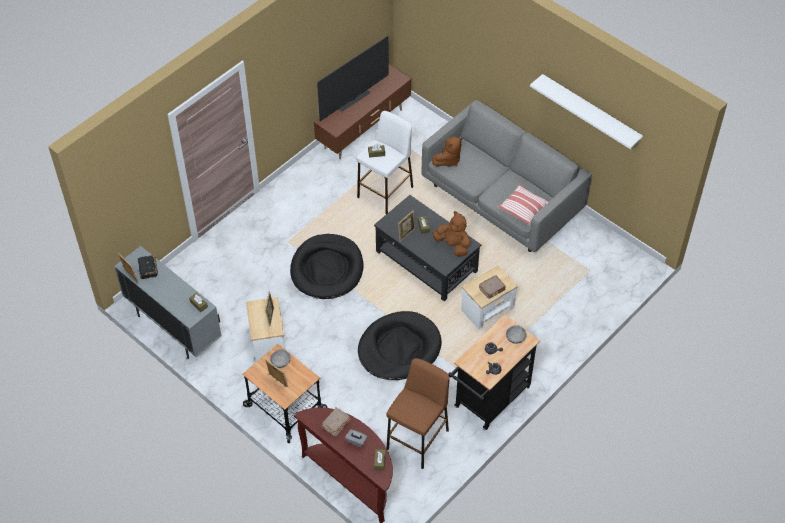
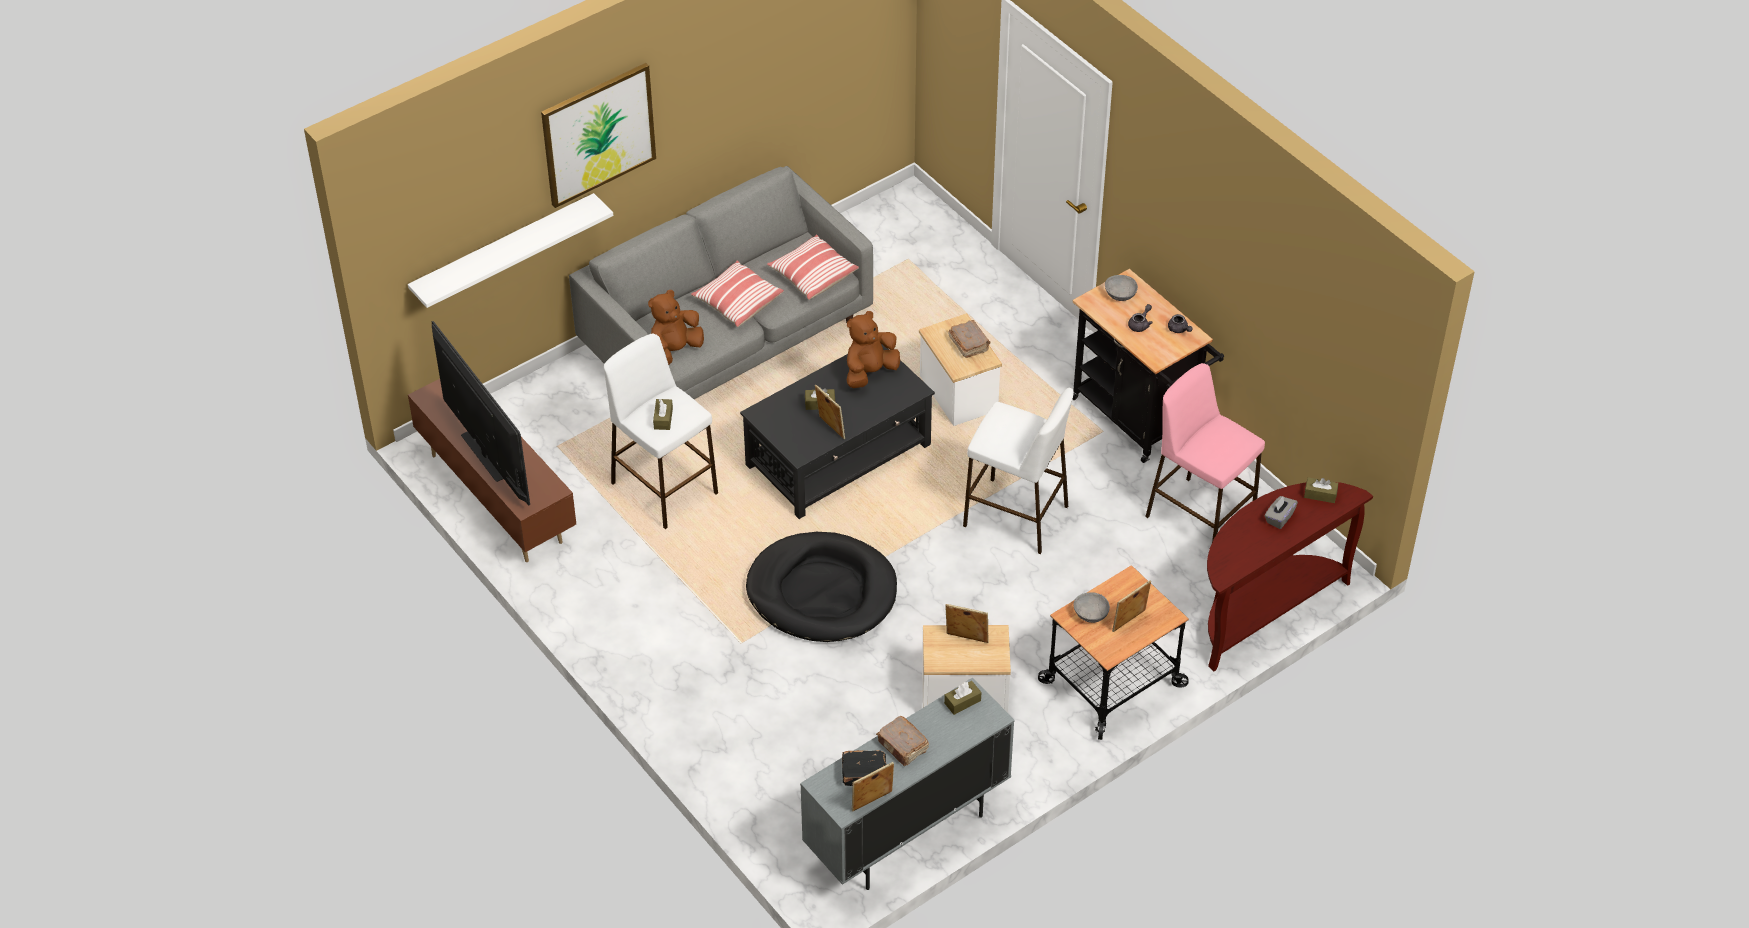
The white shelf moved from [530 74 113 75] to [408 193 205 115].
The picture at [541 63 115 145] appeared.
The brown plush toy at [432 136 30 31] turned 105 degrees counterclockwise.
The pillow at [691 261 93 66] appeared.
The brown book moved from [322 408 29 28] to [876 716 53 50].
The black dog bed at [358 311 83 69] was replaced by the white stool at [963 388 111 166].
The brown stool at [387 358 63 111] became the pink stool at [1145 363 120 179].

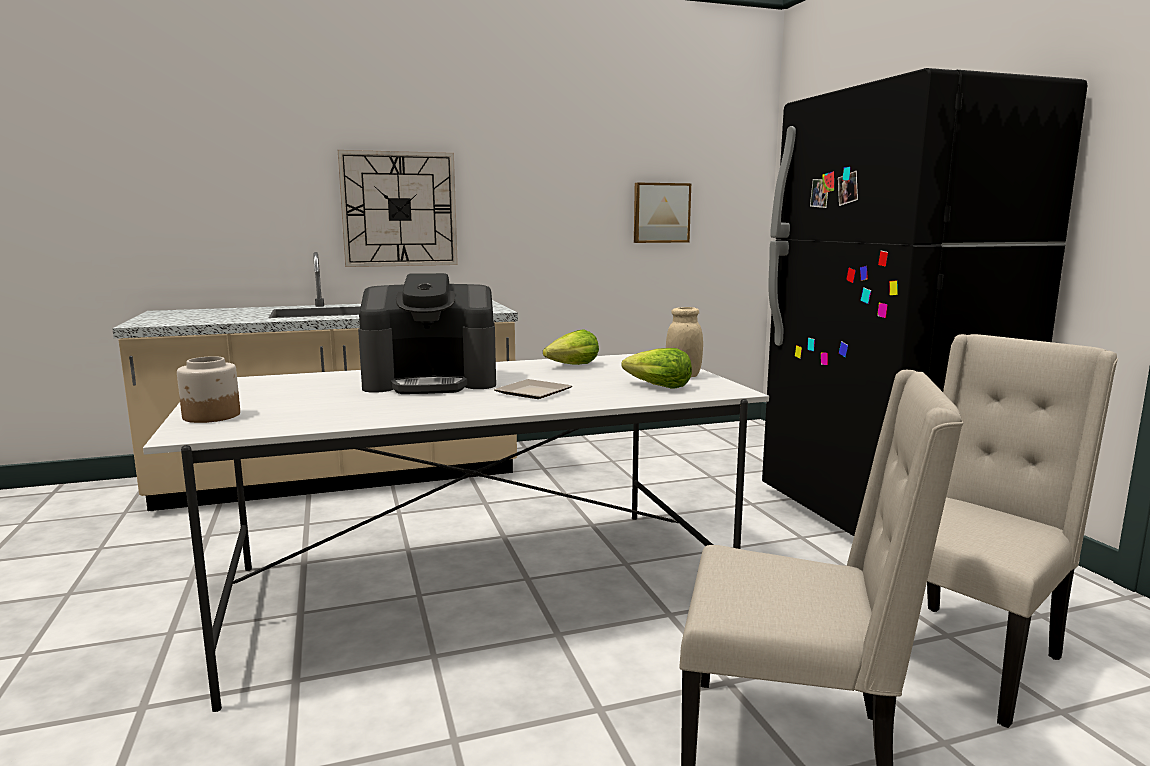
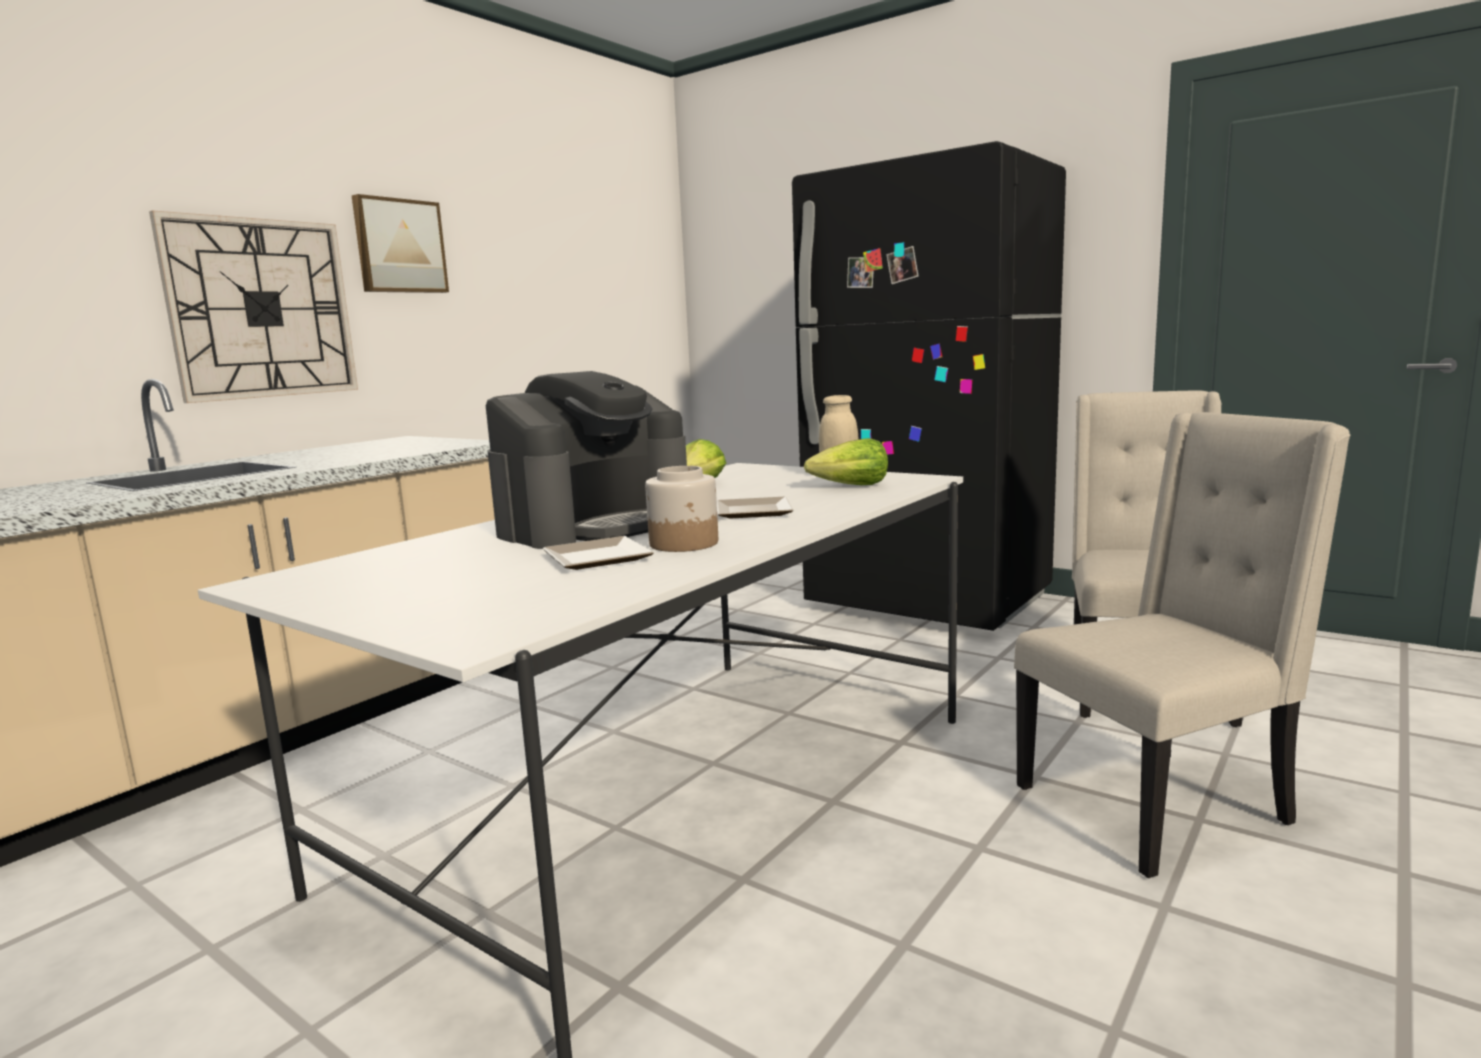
The picture moved from [634 183 57 60] to [352 194 97 99].
The plate at [543 536 111 34] appeared.
The jar moved from [177 356 63 67] to [645 466 73 86].

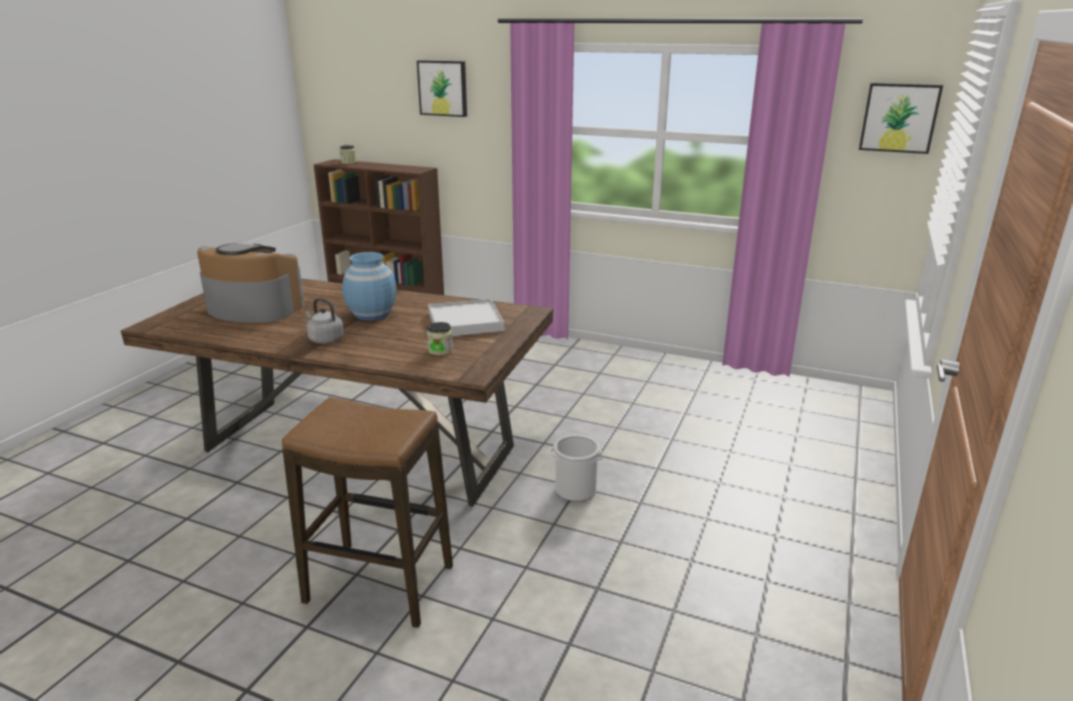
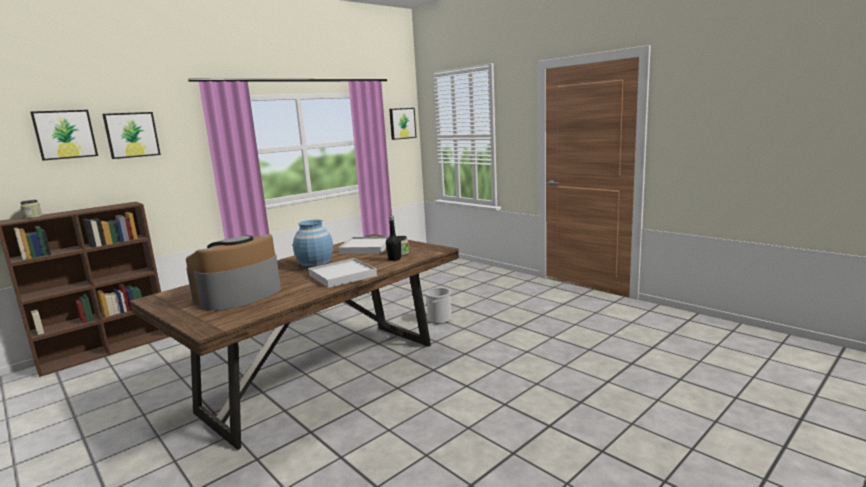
The picture at [30 110 68 50] appeared.
The grey kettle at [306 298 38 46] was replaced by the white tray at [308 258 69 30].
The black bottle at [386 216 15 45] appeared.
The stool at [282 397 171 231] disappeared.

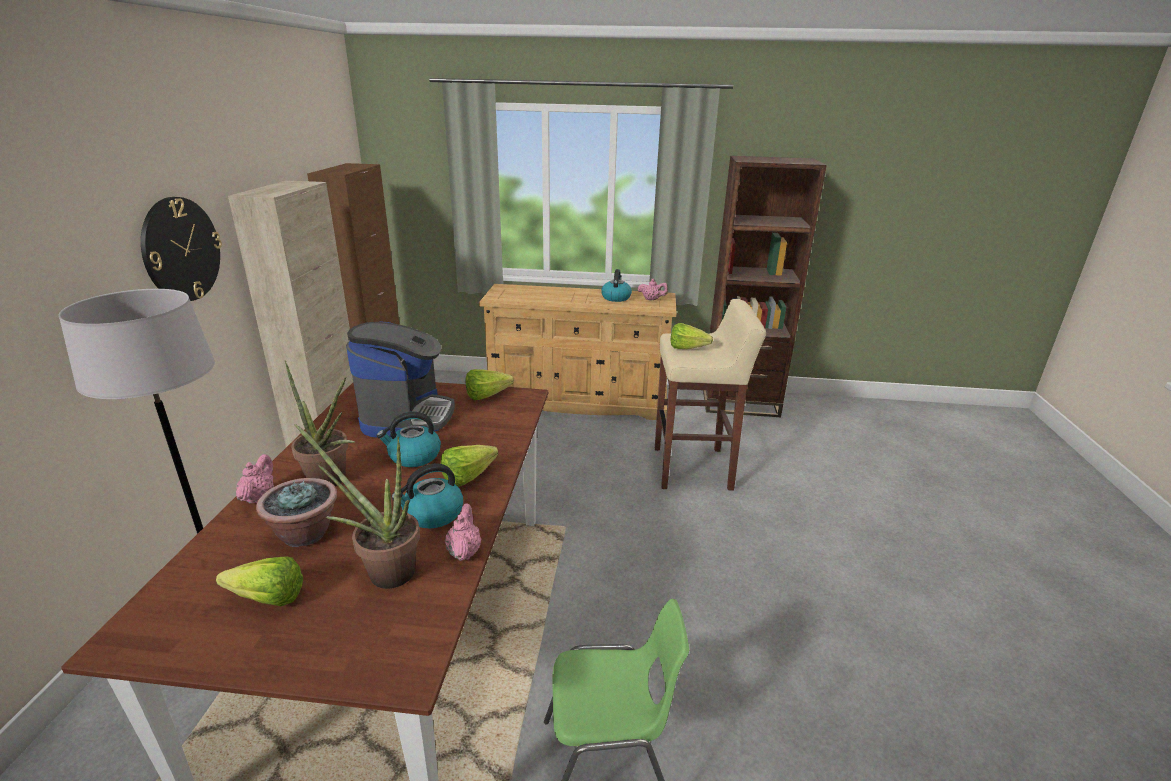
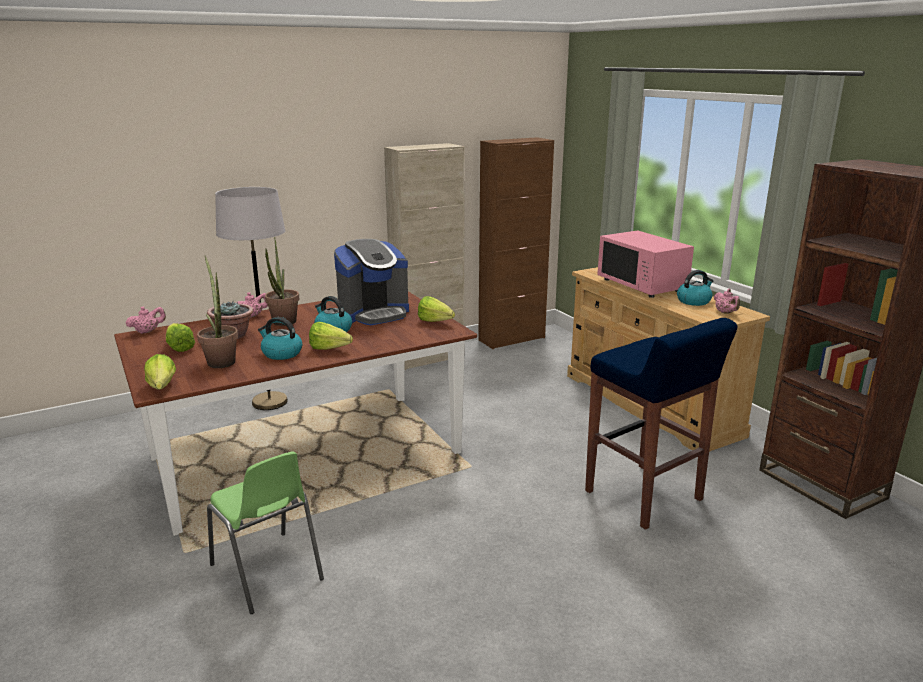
The pink teapot moved from [445 503 36 58] to [125 306 41 28].
The lettuce moved from [671 323 42 26] to [144 354 32 36].
The beige stool at [655 299 111 192] became the blue stool at [585 318 152 212].
The pink microwave at [597 230 97 68] appeared.
The wall clock at [141 197 81 104] disappeared.

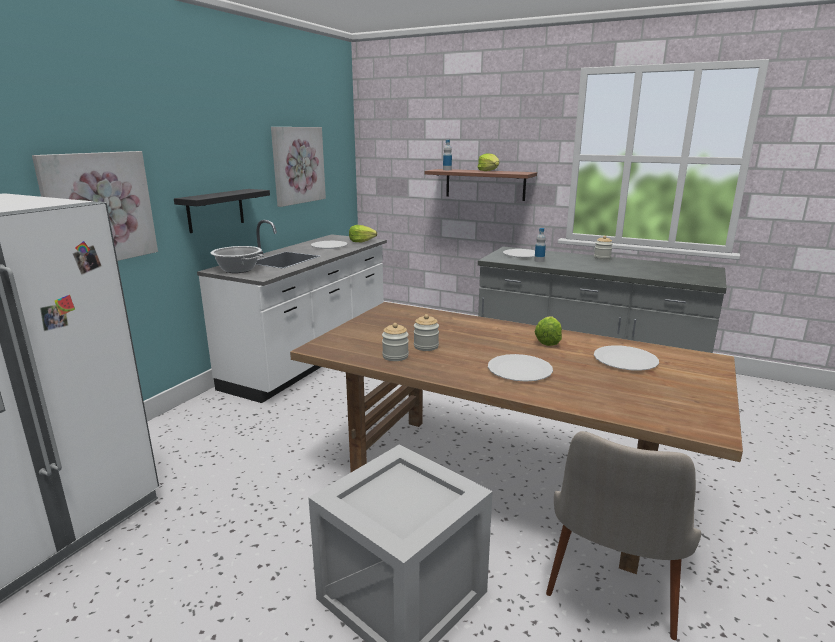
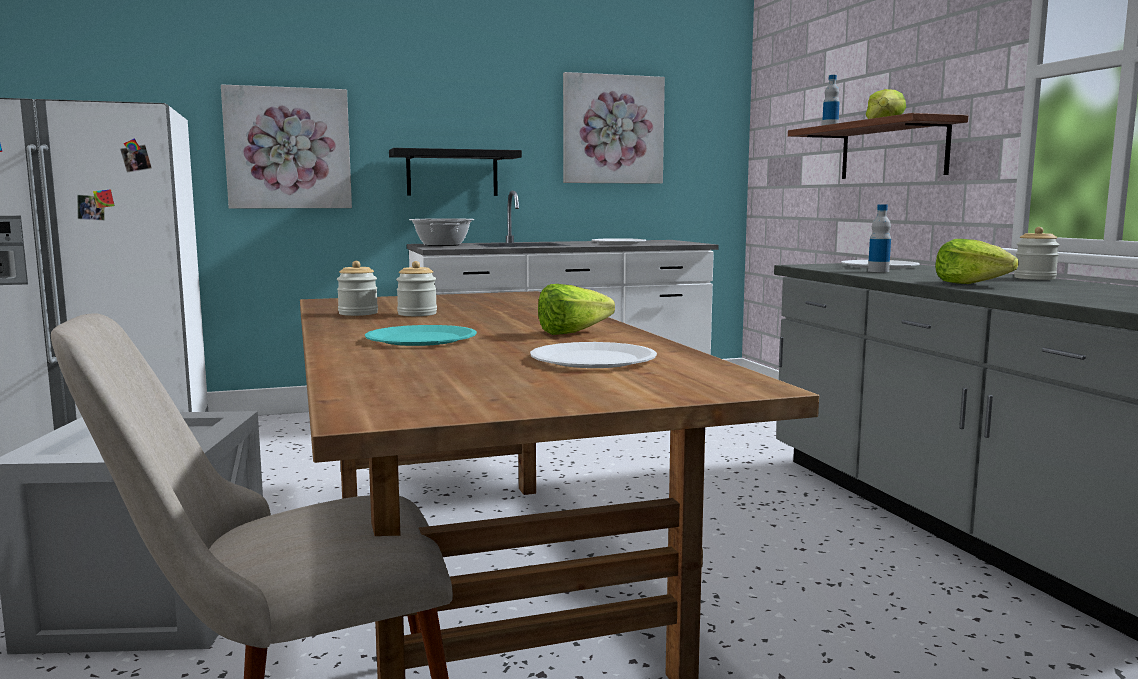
The white plate at [488 354 65 28] became the turquoise plate at [365 325 112 21].
The lettuce moved from [349 225 28 17] to [935 239 84 45].

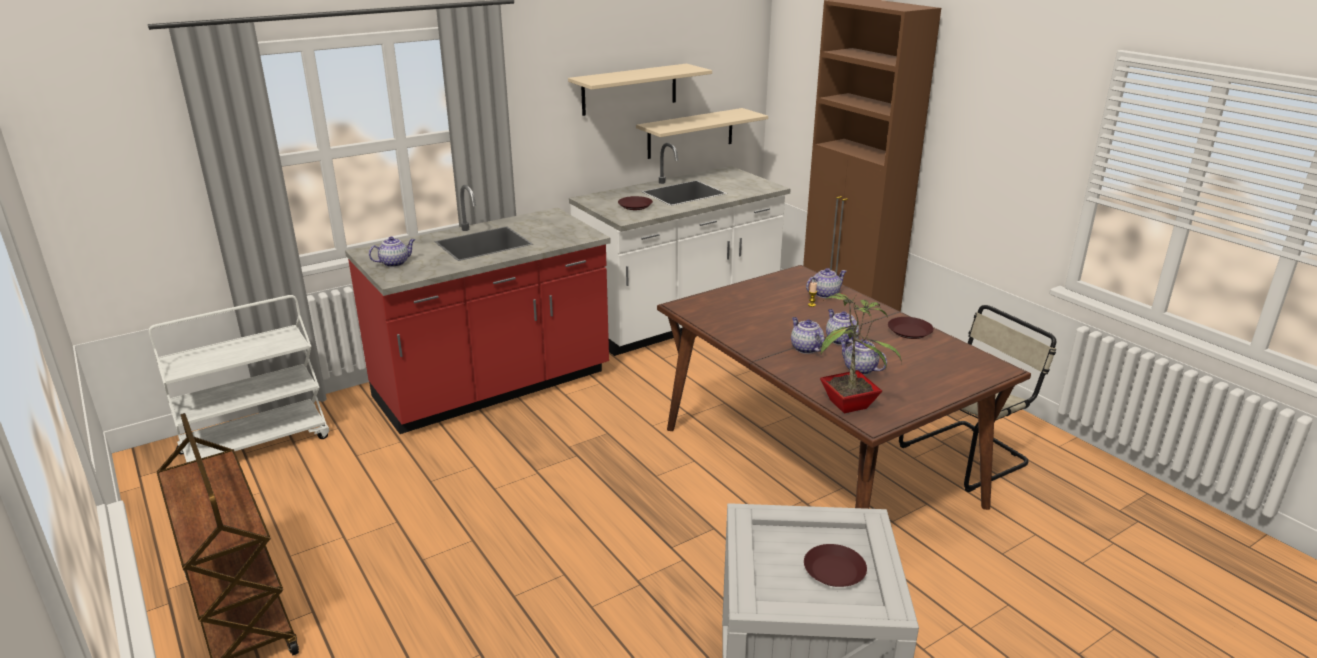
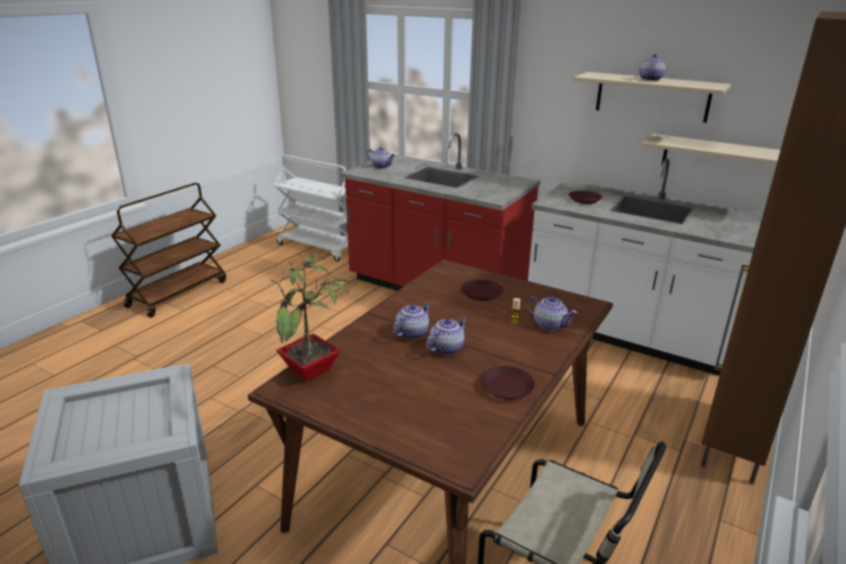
The brown plate moved from [804 544 63 43] to [461 280 42 21].
The teapot moved from [839 338 48 37] to [639 54 27 27].

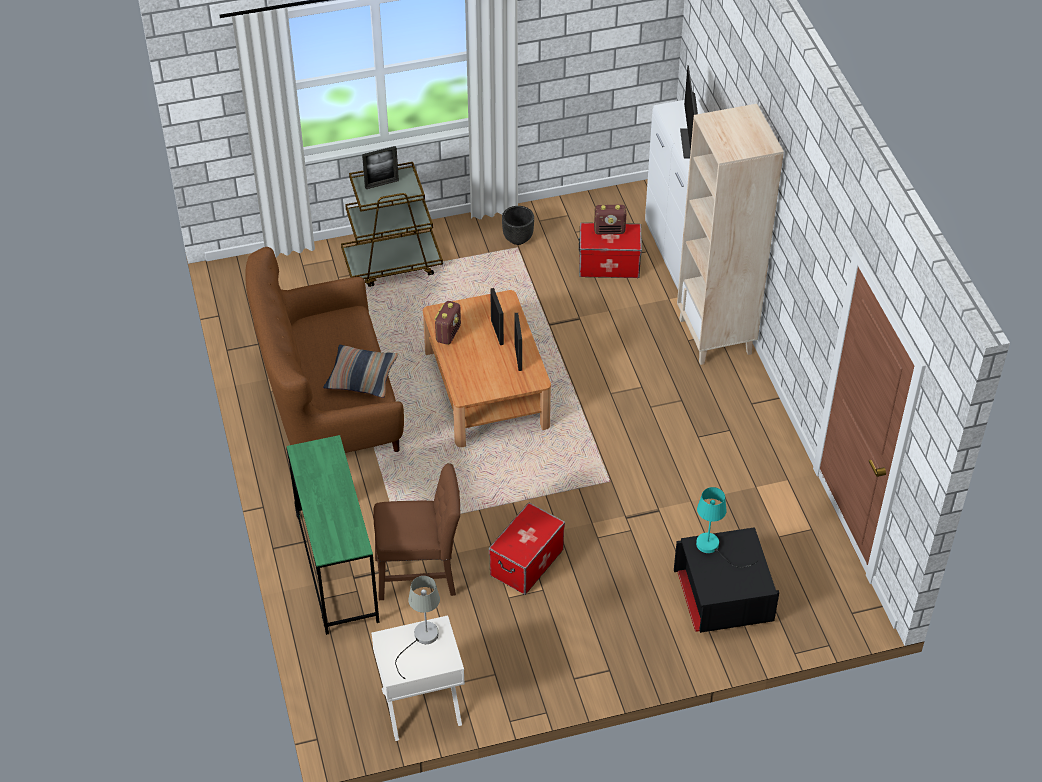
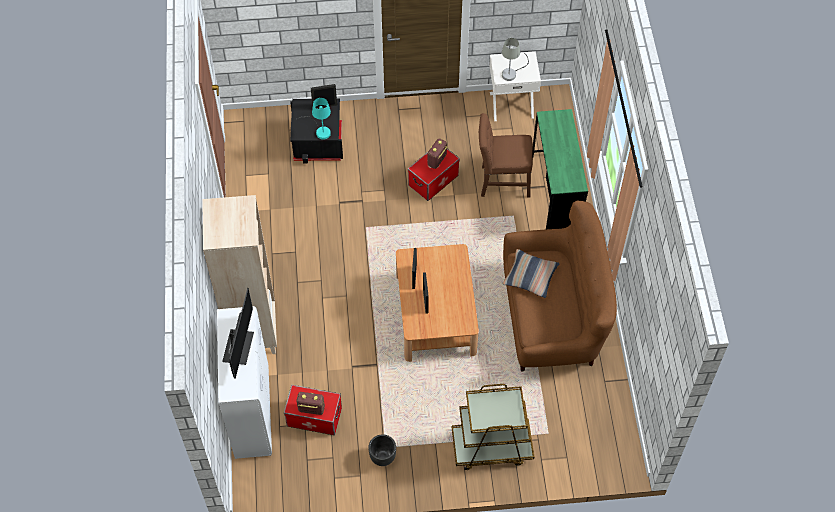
The picture frame moved from [362 146 37 43] to [311 84 26 24].
The radio moved from [434 301 27 44] to [427 138 20 31].

